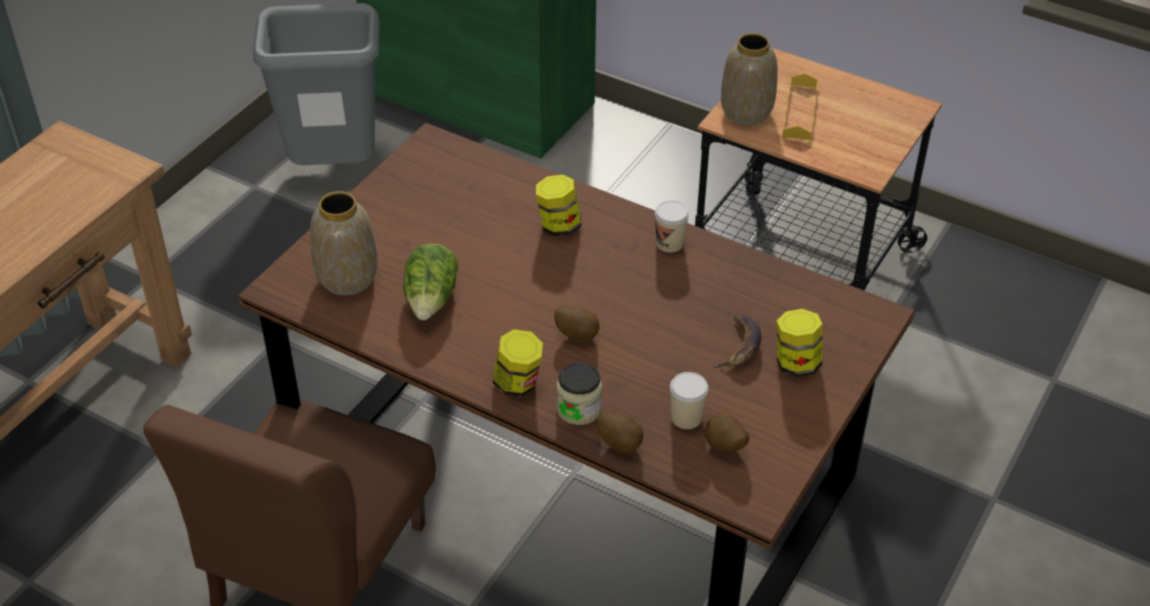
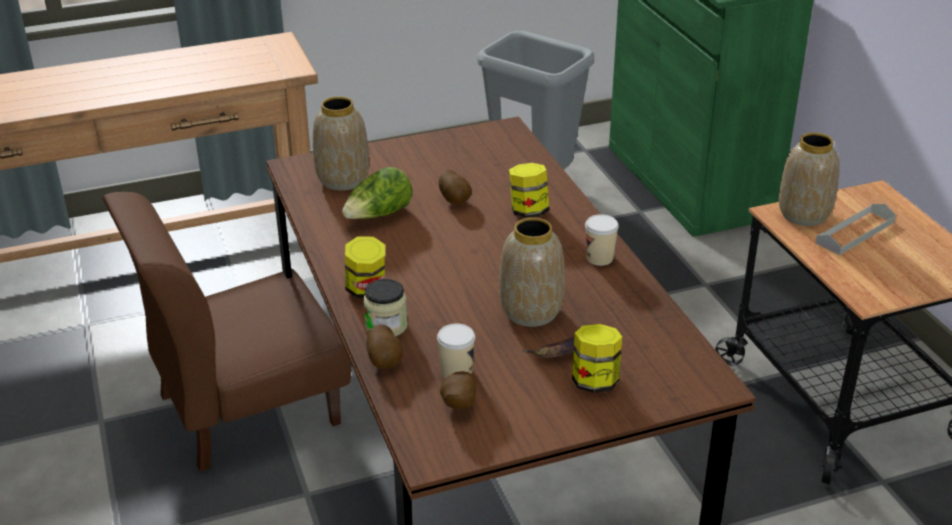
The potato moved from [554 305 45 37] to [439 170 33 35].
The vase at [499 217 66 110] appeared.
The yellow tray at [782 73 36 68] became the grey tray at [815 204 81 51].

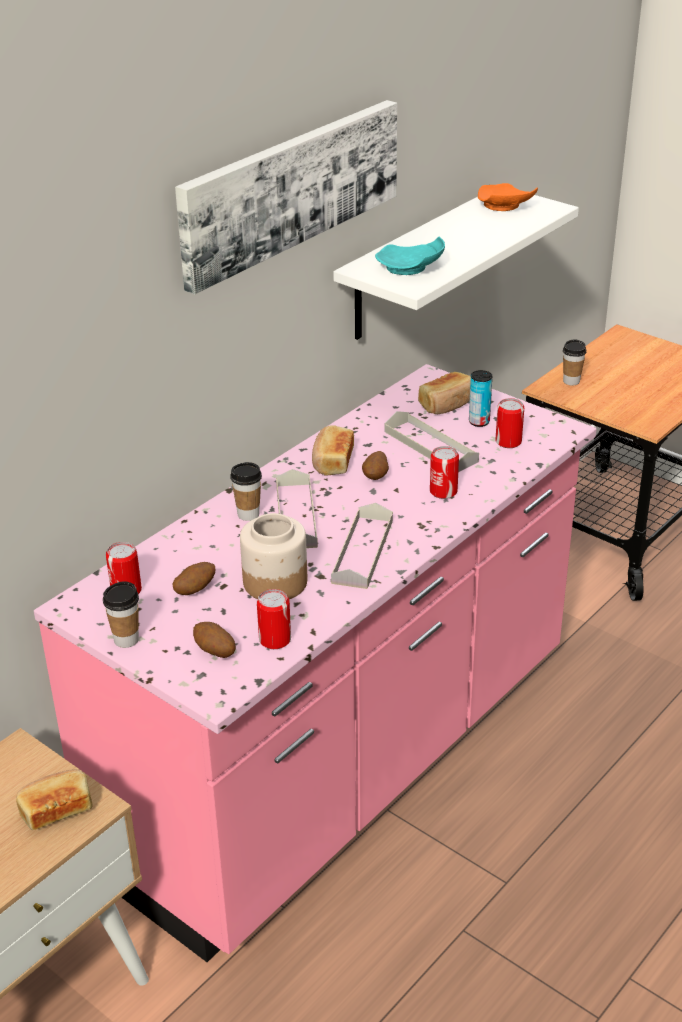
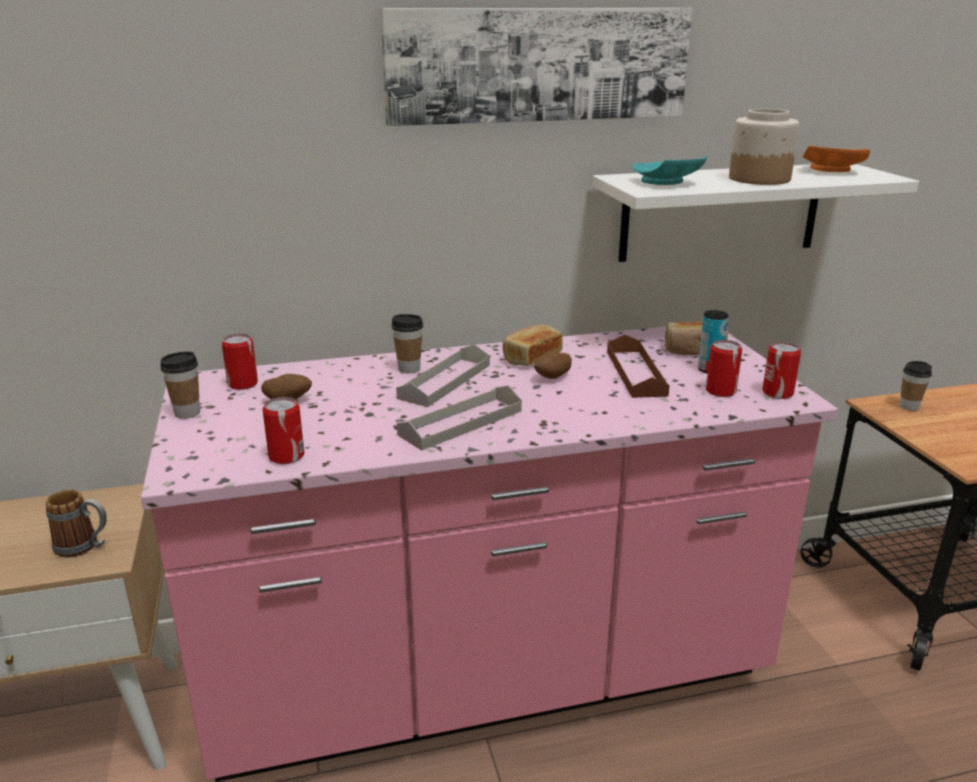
The bread at [16 769 76 61] was replaced by the mug at [46 489 61 68].
The grey tray at [385 411 94 61] became the brown tray at [607 335 63 63].
The jar moved from [240 513 67 86] to [729 109 70 76].
The can moved from [430 446 29 53] to [762 341 39 58].
The potato at [193 622 43 36] disappeared.

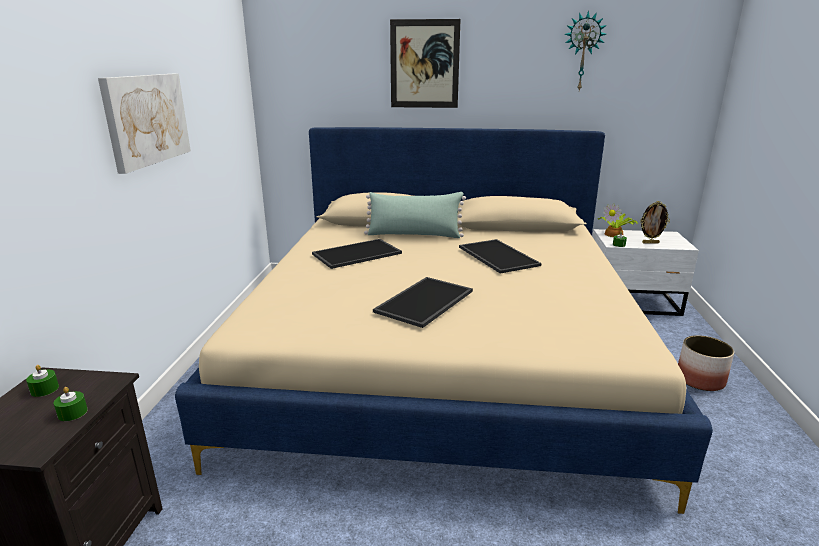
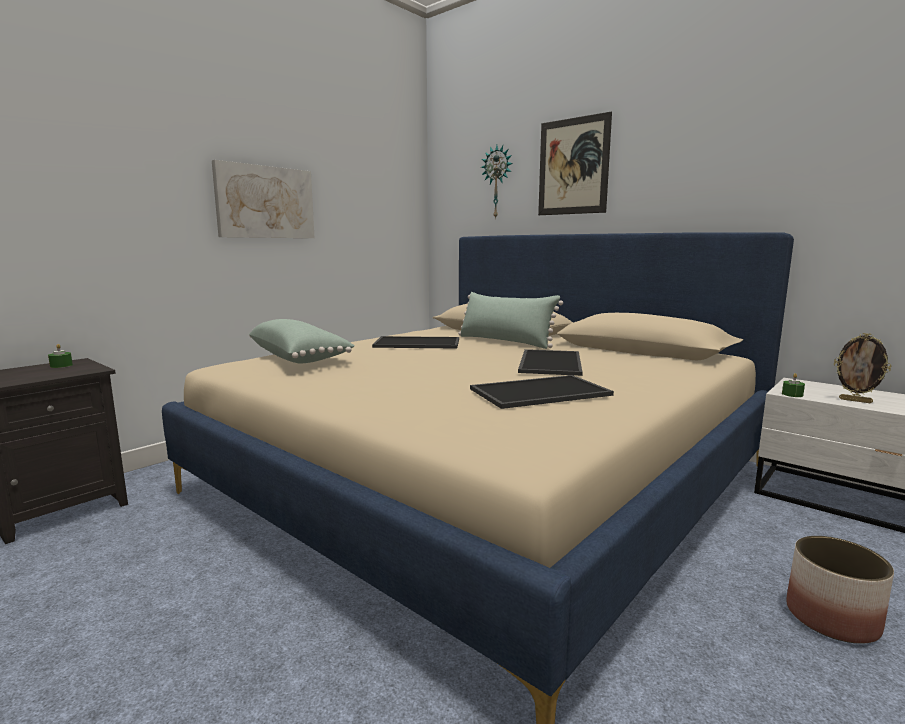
The green pillow at [249 319 105 44] appeared.
The tray moved from [373 277 100 51] to [470 375 144 34].
The wall clock moved from [564 11 43 79] to [481 145 32 74].
The green candle at [54 387 34 34] disappeared.
The potted plant at [597 203 41 34] disappeared.

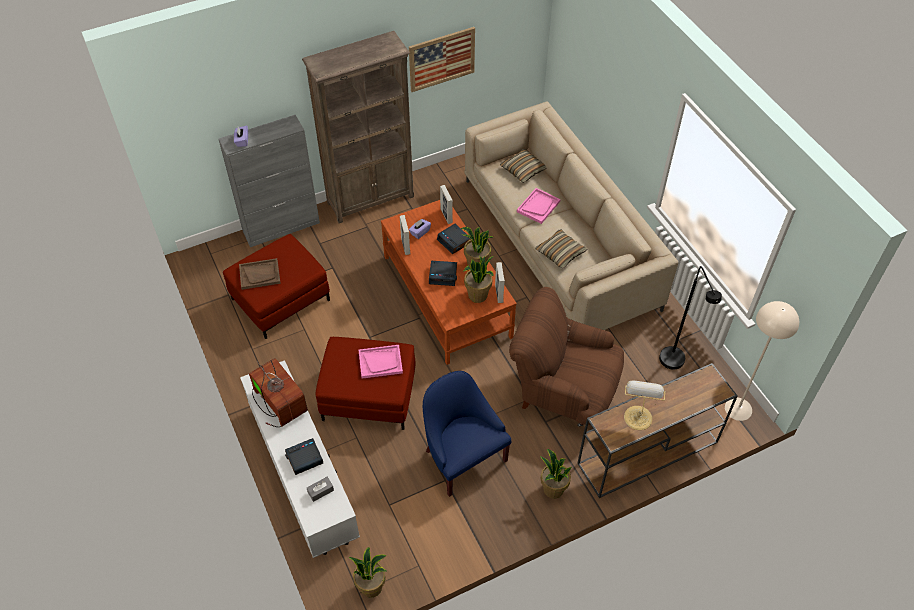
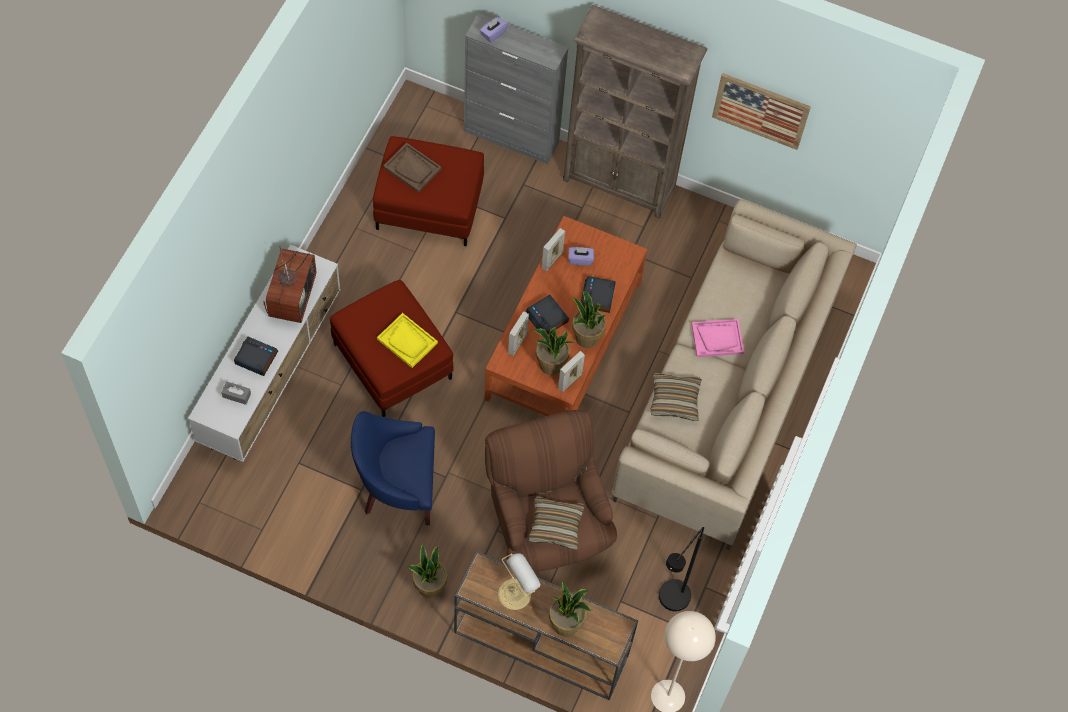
The blue armchair at [423 371 89 126] turned 105 degrees counterclockwise.
The pink tray at [359 345 44 34] became the yellow tray at [377 313 61 55].
The picture frame moved from [440 185 13 39] to [508 311 21 45].
The pillow moved from [500 149 47 34] to [529 496 56 54].
The potted plant moved from [349 547 38 51] to [549 580 42 57].

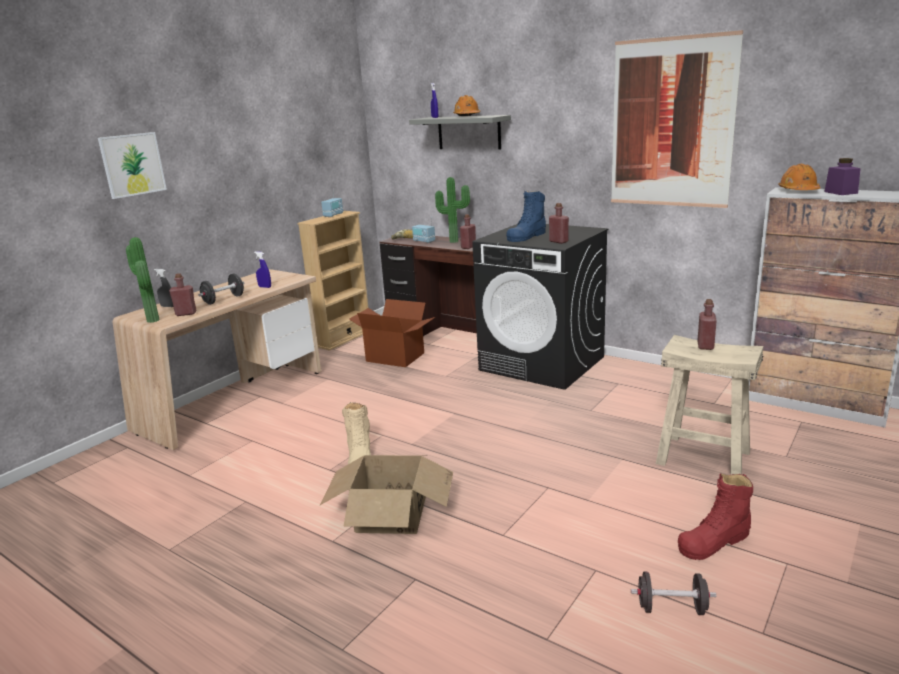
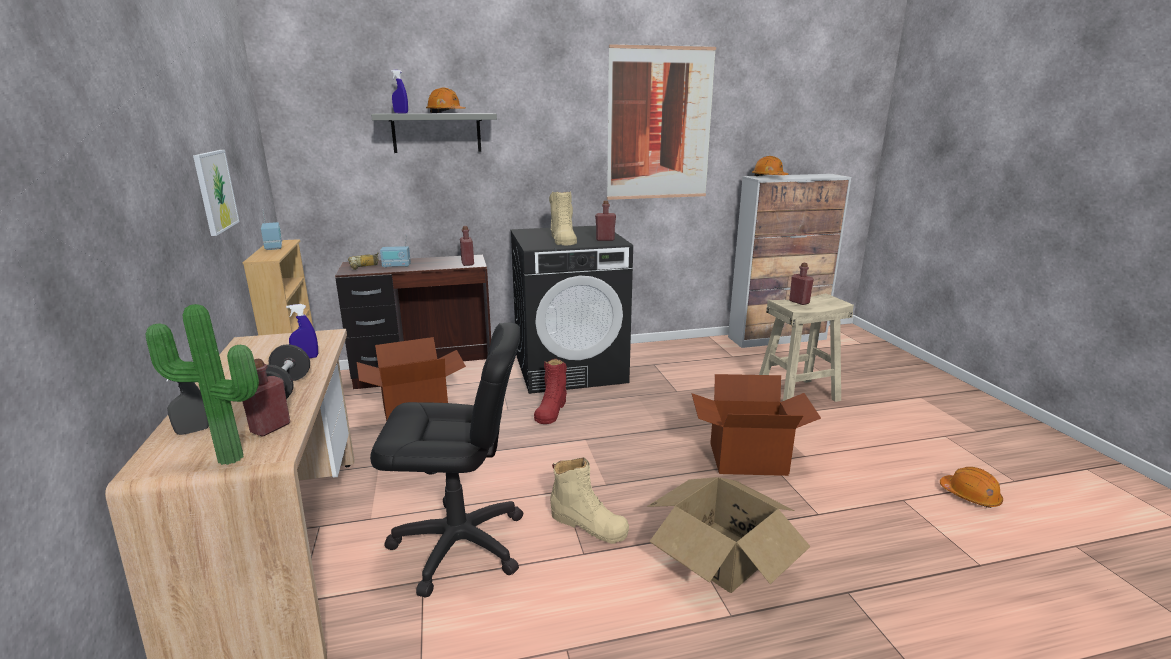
The picture moved from [98 132 69 67] to [193 150 46 86].
The black office chair at [370 323 153 275] appeared.
The red boot moved from [678 473 75 87] to [534 359 33 65].
The blue boot at [506 191 40 51] became the beige boot at [549 192 28 53].
The cardboard box at [692 374 129 102] appeared.
The black dumbbell at [631 572 85 43] was replaced by the orange hard hat at [940 467 63 41].
The potted plant at [435 177 35 66] disappeared.
The purple jar at [824 158 37 37] disappeared.

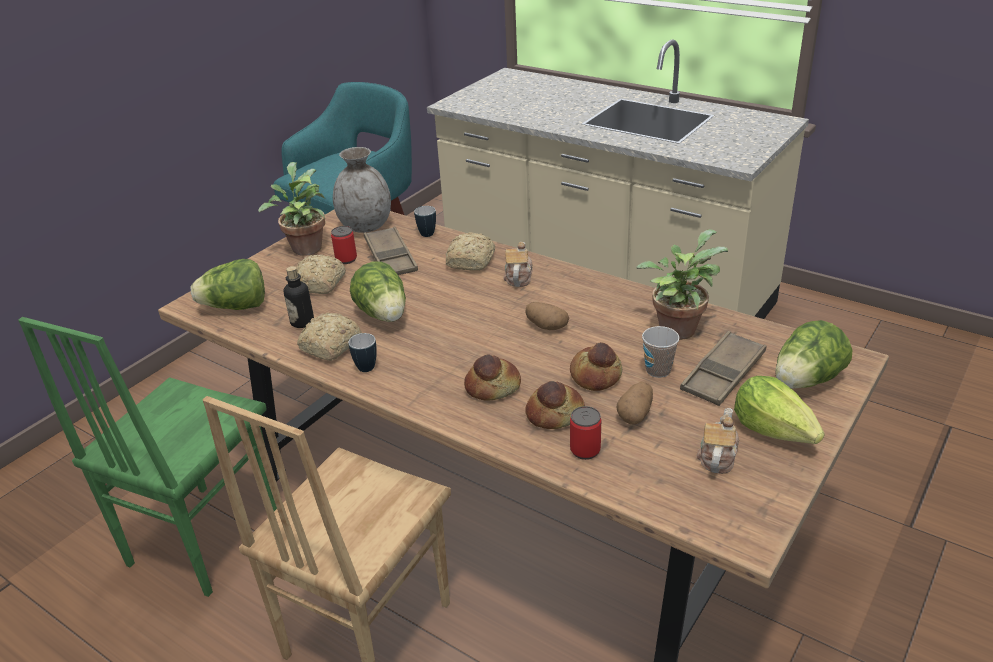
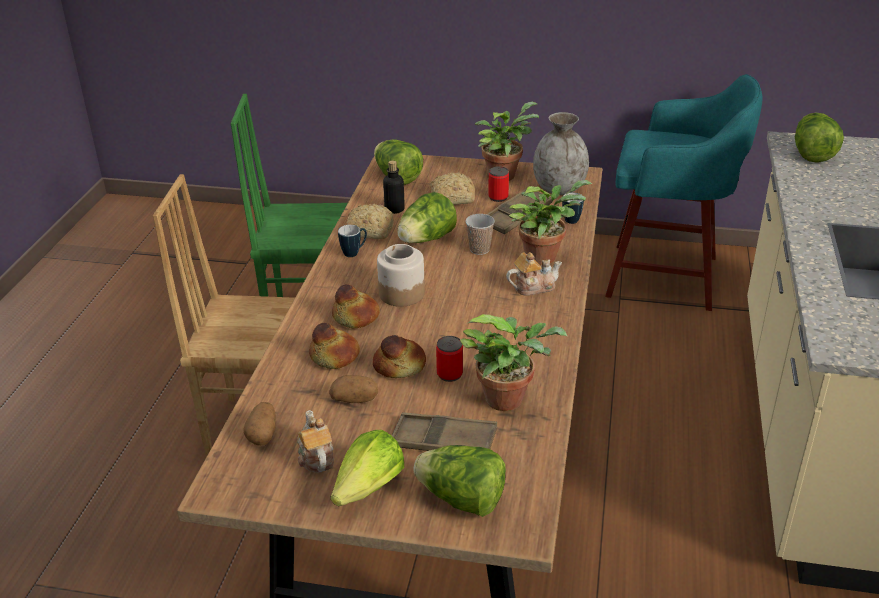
The potato moved from [525 302 44 28] to [243 402 33 44].
The teapot at [696 408 43 66] turned 105 degrees counterclockwise.
The jar at [377 244 48 63] appeared.
The can moved from [570 406 31 54] to [436 336 27 46].
The cup moved from [642 326 37 52] to [465 214 30 41].
The bread at [446 232 49 39] was replaced by the potted plant at [509 180 83 85].
The lettuce at [795 113 49 50] appeared.

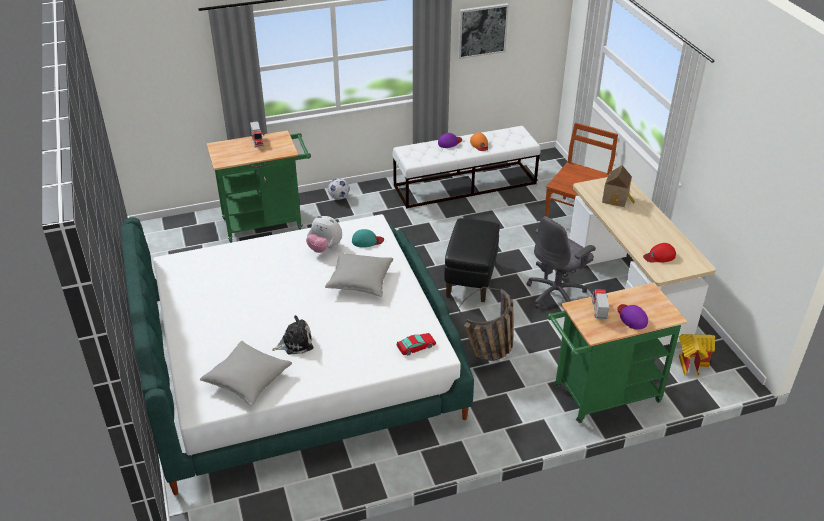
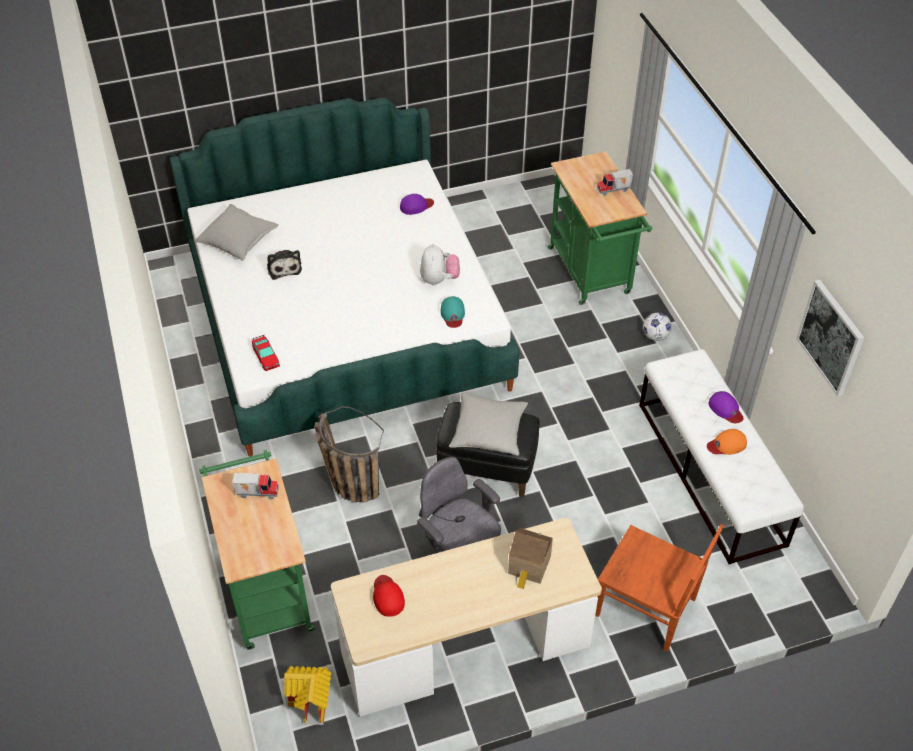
The purple cap moved from [617 304 31 26] to [400 194 34 21].
The plush toy at [306 215 36 38] turned 150 degrees clockwise.
The grey pillow moved from [325 252 68 45] to [449 392 79 64].

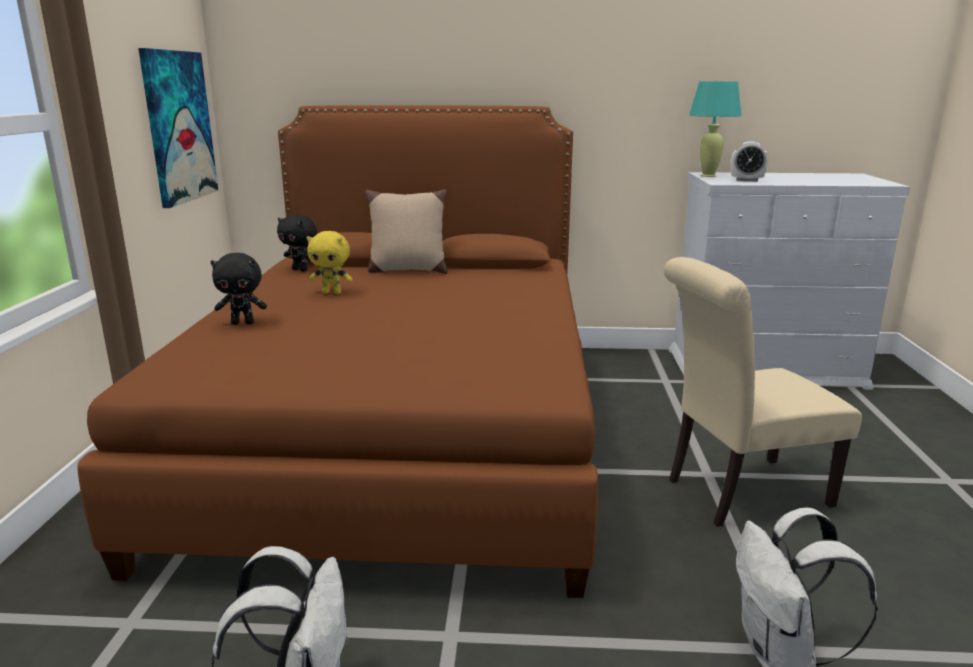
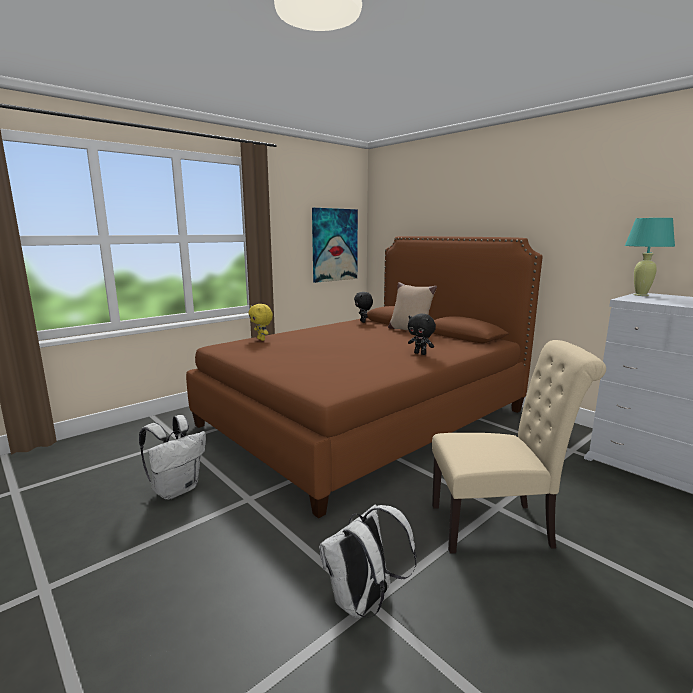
The yellow plush toy moved from [306 231 47 63] to [248 304 25 37].
The black plush toy moved from [210 253 57 72] to [408 314 28 41].
The beige chair at [664 257 198 270] turned 150 degrees clockwise.
The alarm clock at [731 142 37 40] disappeared.

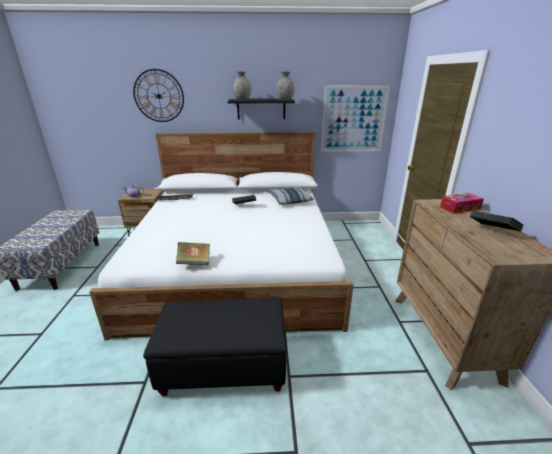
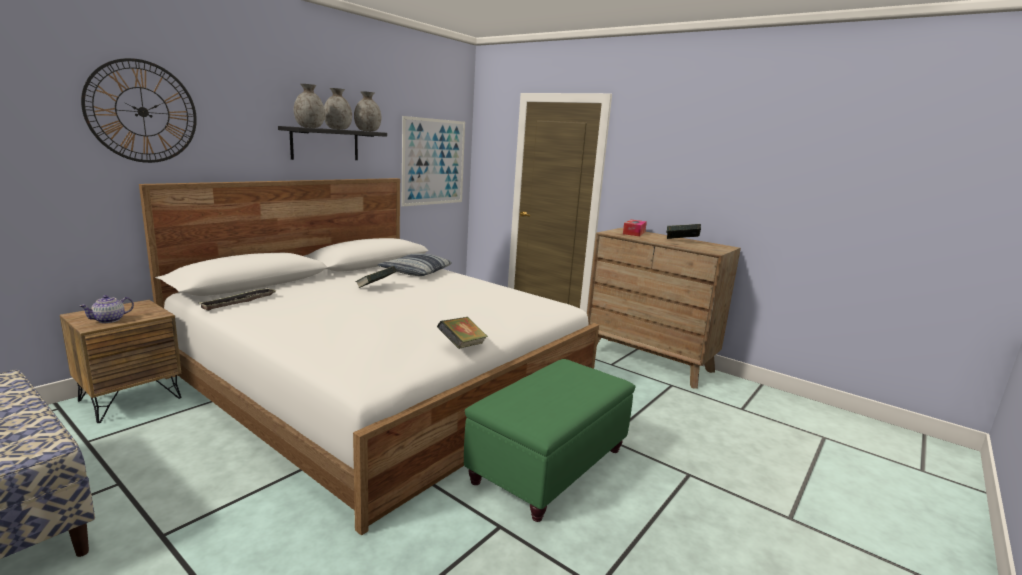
The grey vase at [324 88 28 42] appeared.
The black ottoman at [143 299 144 98] became the green ottoman at [464 359 171 163].

